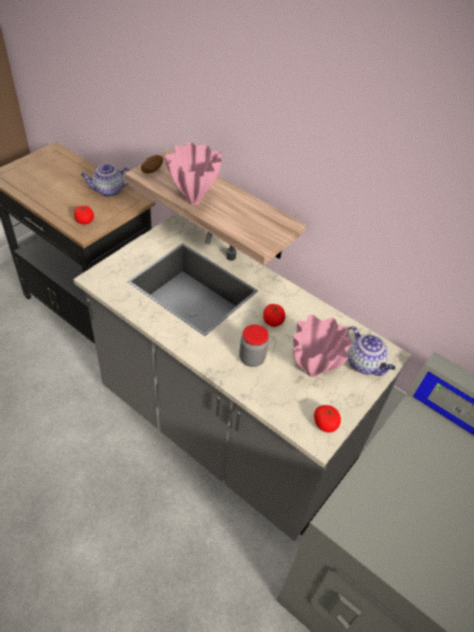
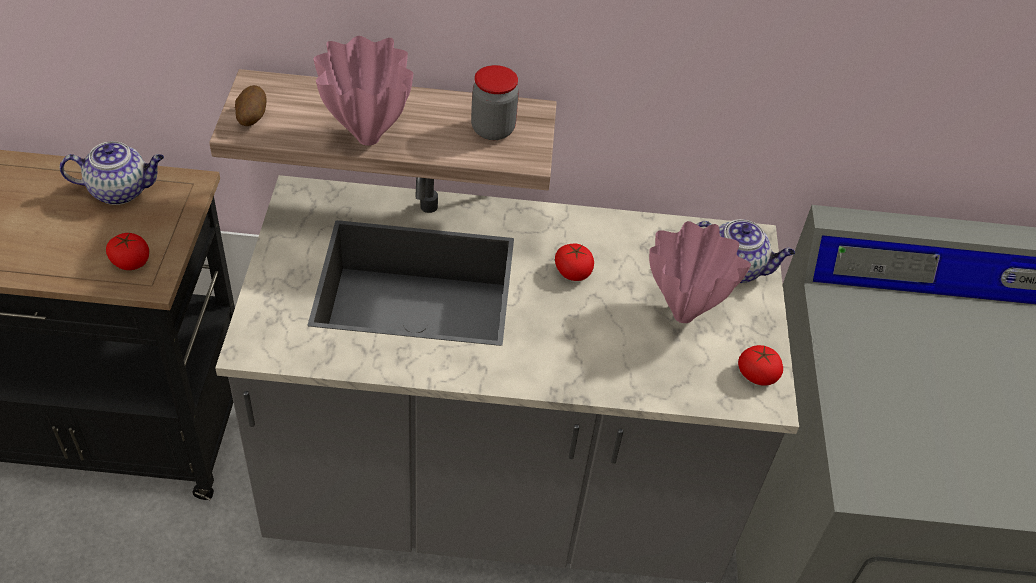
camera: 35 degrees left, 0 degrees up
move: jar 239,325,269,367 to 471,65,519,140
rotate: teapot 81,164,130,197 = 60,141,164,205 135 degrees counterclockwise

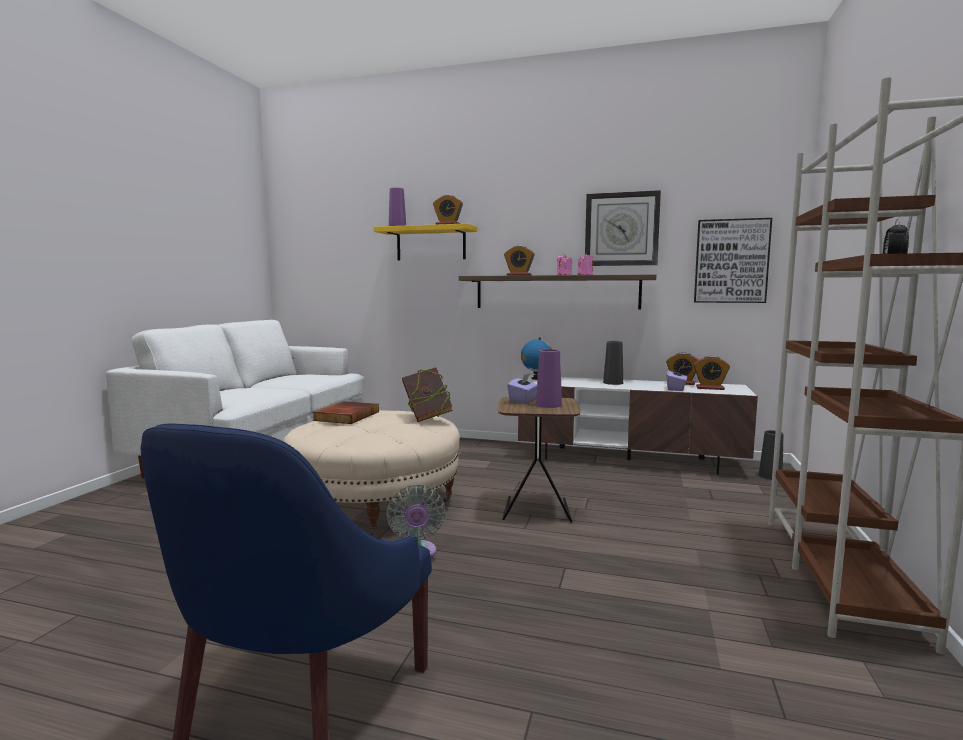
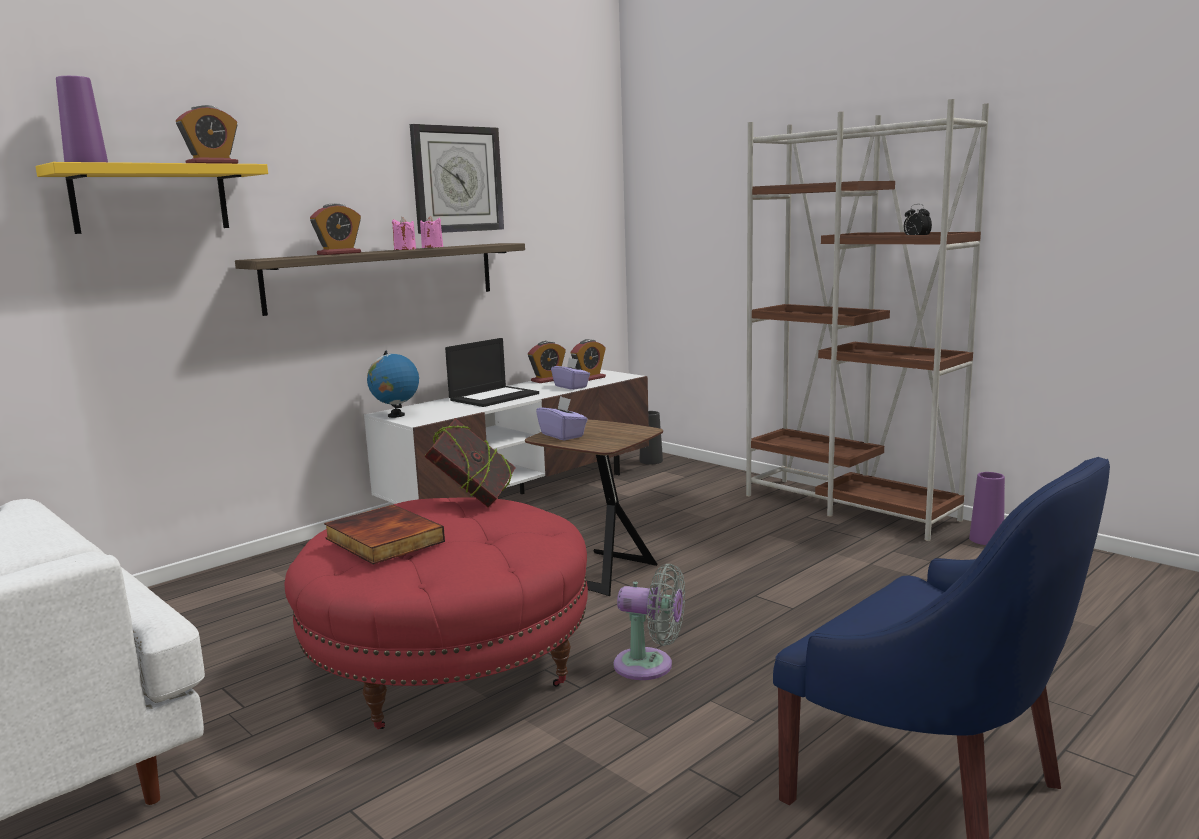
camera: 60 degrees left, 5 degrees up
delete: picture 694,218,772,303
move: vase (purple) 536,349,562,408 to 969,472,1005,545
replace: vase (black) 603,341,623,385 to laptop 445,338,539,407
recolor: ottoman (beige) 283,410,460,535 to ottoman (red) 284,497,588,729

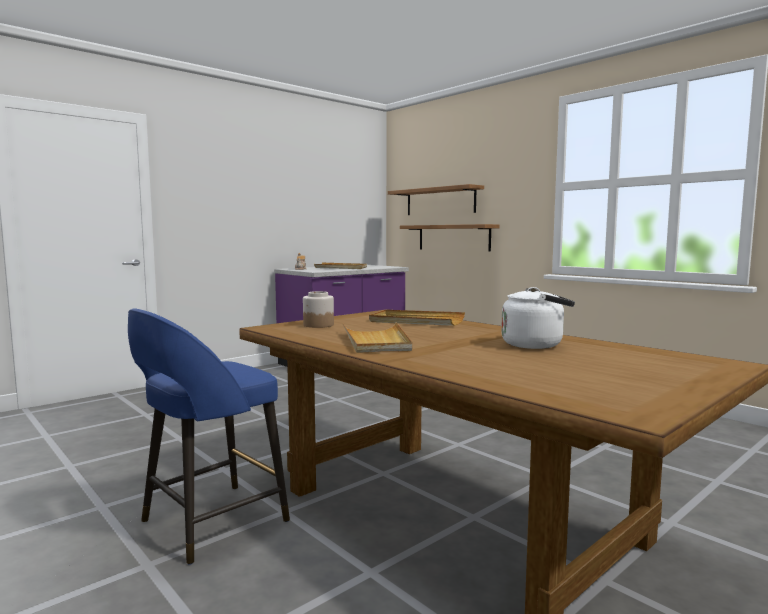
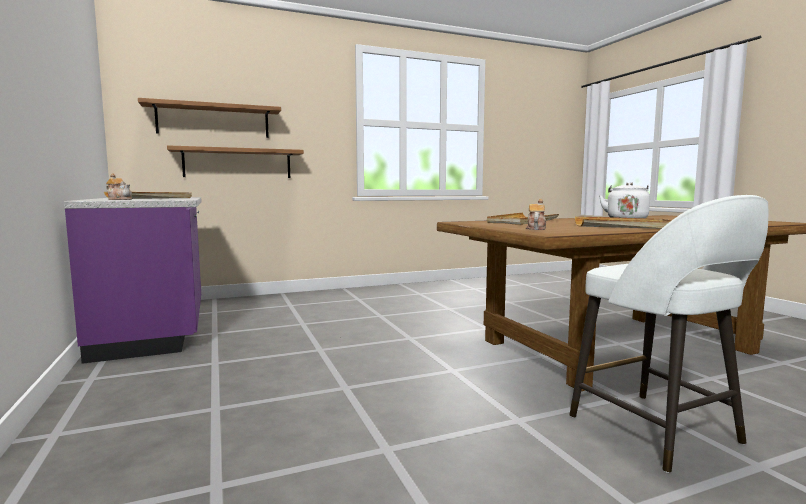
camera: 70 degrees left, 0 degrees up
replace: jar 303,291,334,328 to teapot 526,199,546,230
recolor: stool (blue) 128,309,290,565 to stool (white) 570,195,768,473

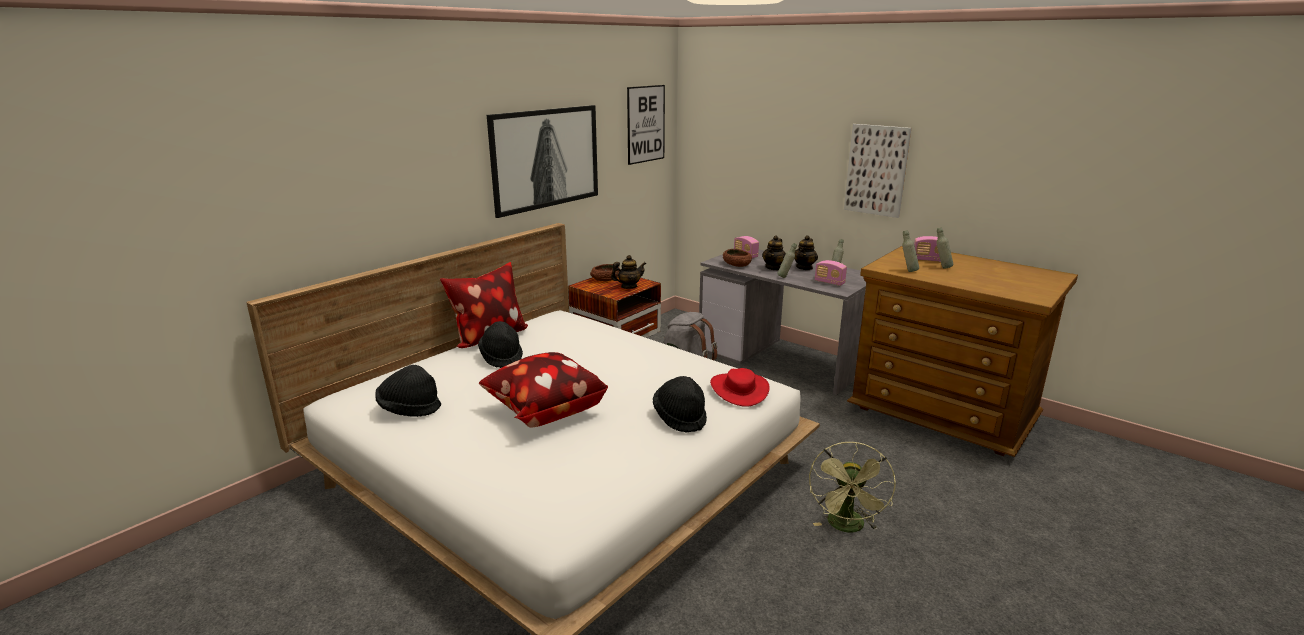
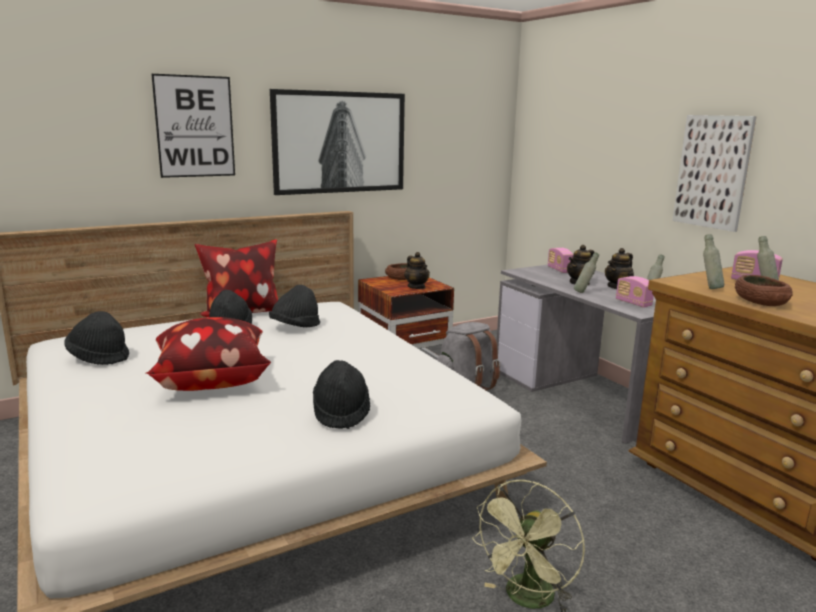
camera: 20 degrees right, 5 degrees down
delete: hat (red) 710,368,770,407
insert: hat (black) 269,285,320,327
move: picture 627,85,665,165 to 151,74,235,178; bowl (brown) 723,249,752,267 to 735,275,793,306
rotate: teapot 611,255,646,289 = 404,252,430,289 60 degrees clockwise

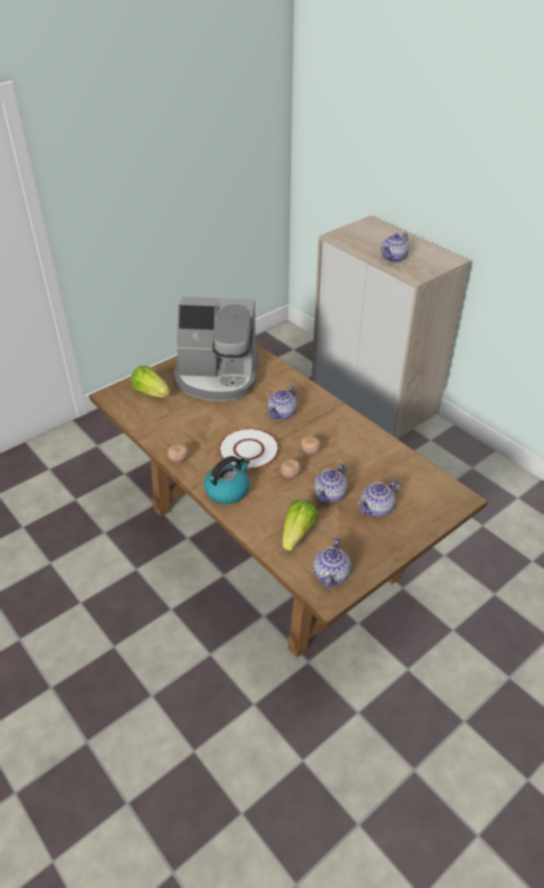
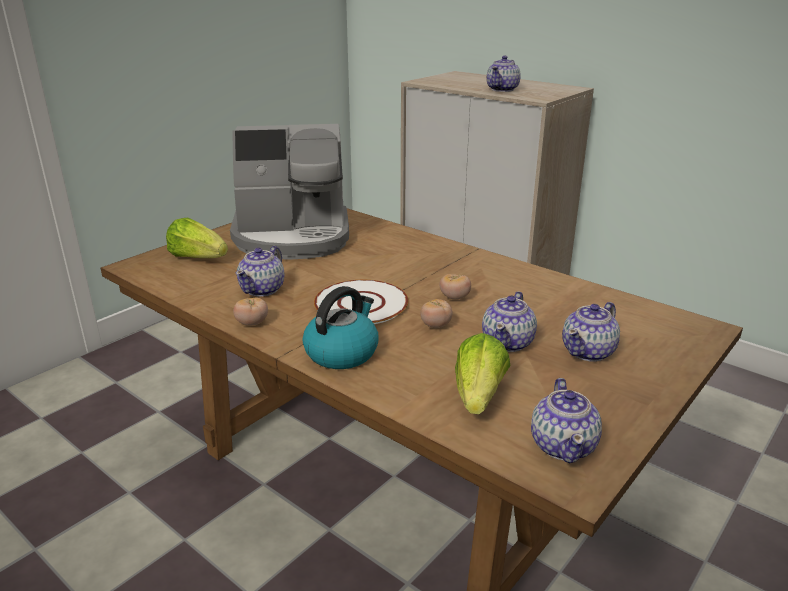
camera: 10 degrees left, 15 degrees down
move: teapot 267,386,297,420 to 236,246,284,297

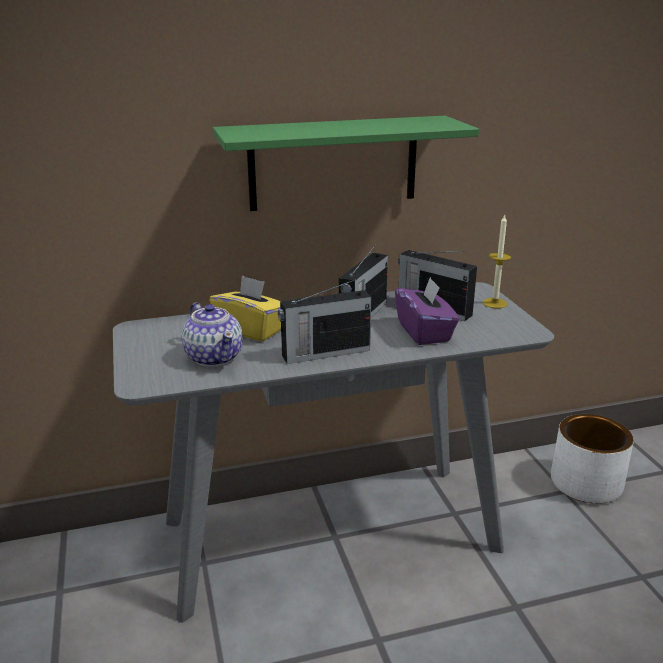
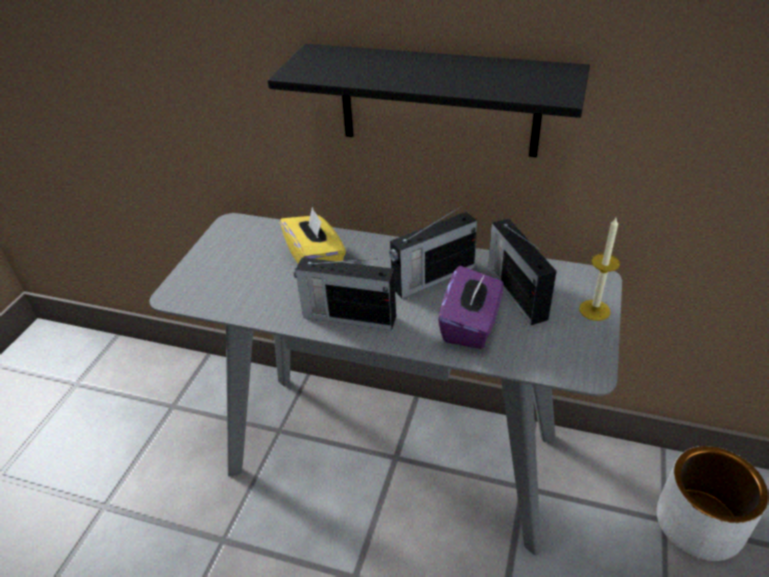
camera: 35 degrees right, 15 degrees up
delete: teapot 182,302,243,367
recolor: shelf (green) 213,116,479,211 to shelf (black) 268,44,590,157

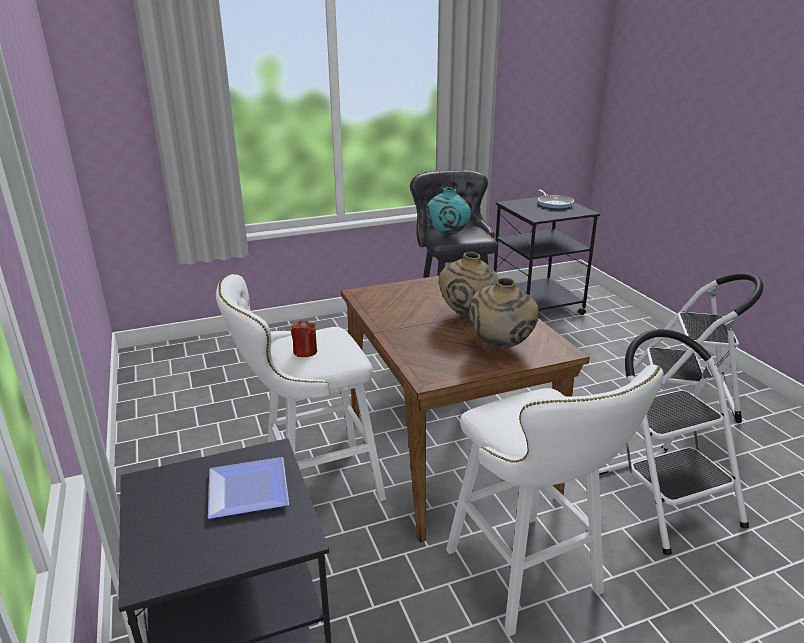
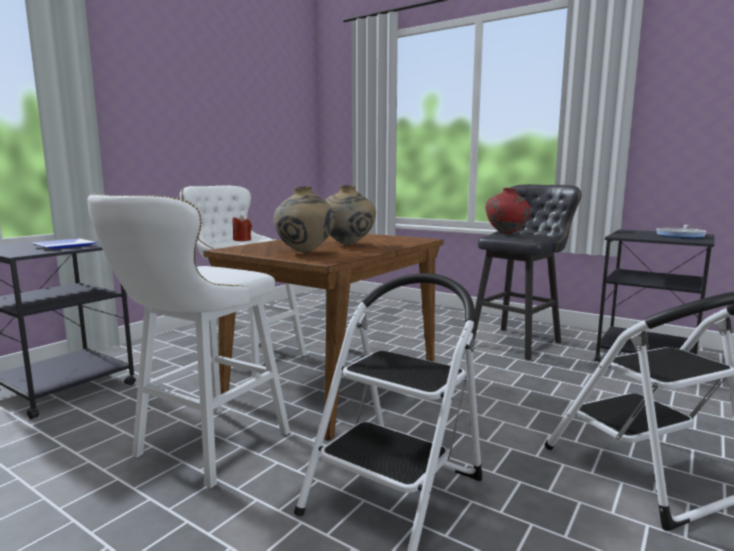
camera: 55 degrees right, 15 degrees down
recolor: vase (turquoise) 426,187,471,236 to vase (red) 485,188,531,235

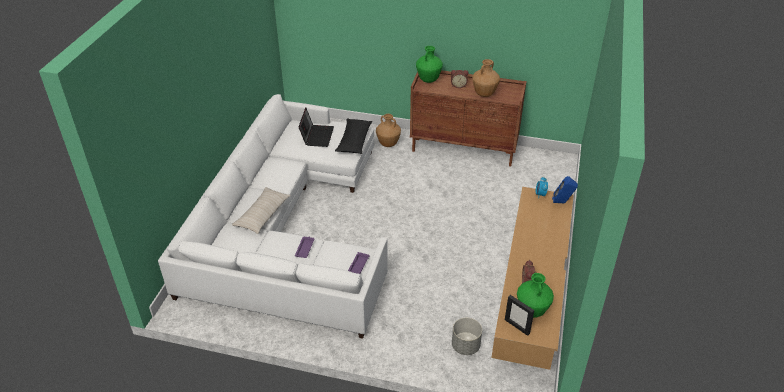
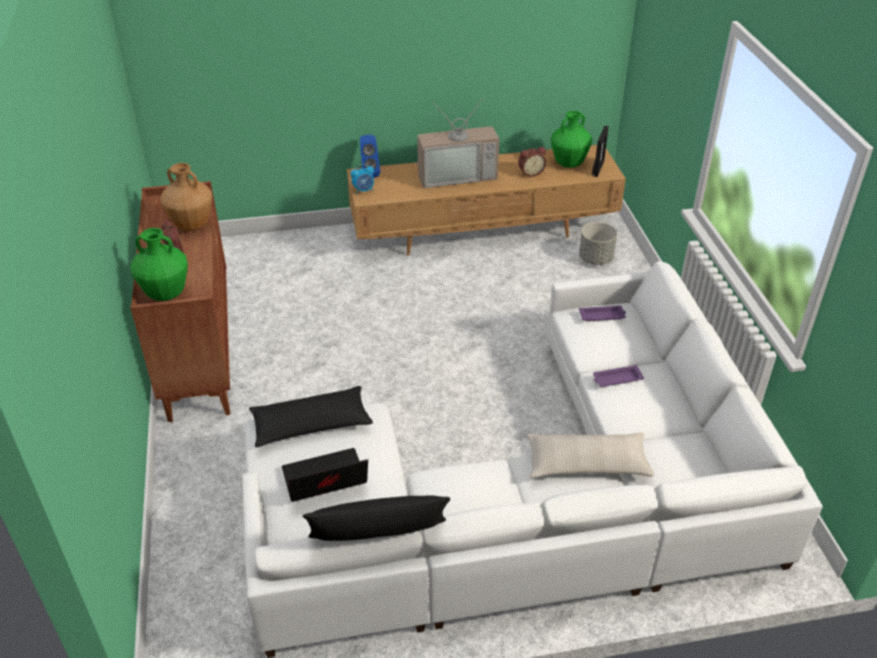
camera: 115 degrees left, 0 degrees up
delete: vase (brown) 376,114,401,147
insert: pillow (black) 303,495,450,541; television 417,97,500,188

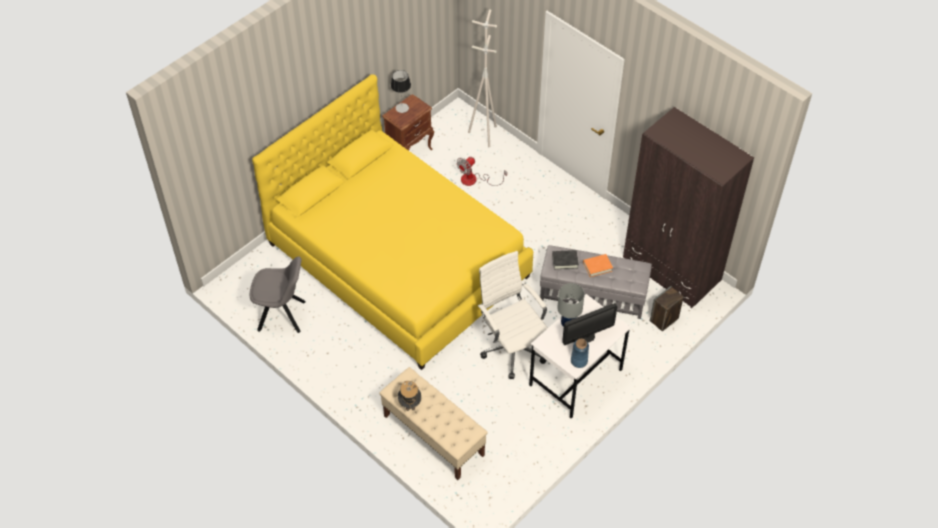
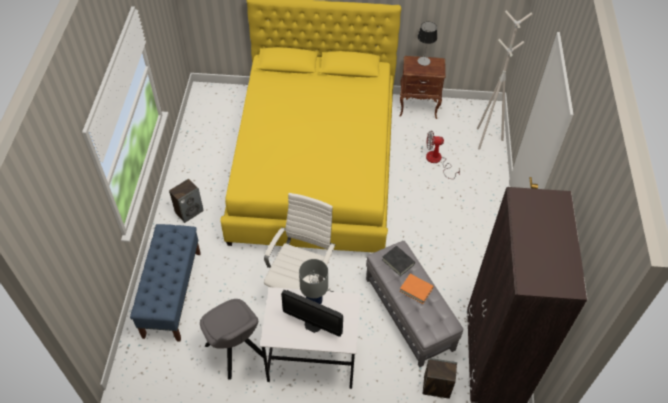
camera: 50 degrees right, 0 degrees up
delete: hat 398,381,421,411; vase (blue) 571,339,589,368
insert: speaker 169,179,204,223
move: chair (grey) 250,256,306,333 to 200,299,263,380
recolor: bench (beige) 379,367,488,480 to bench (blue) 130,224,201,342

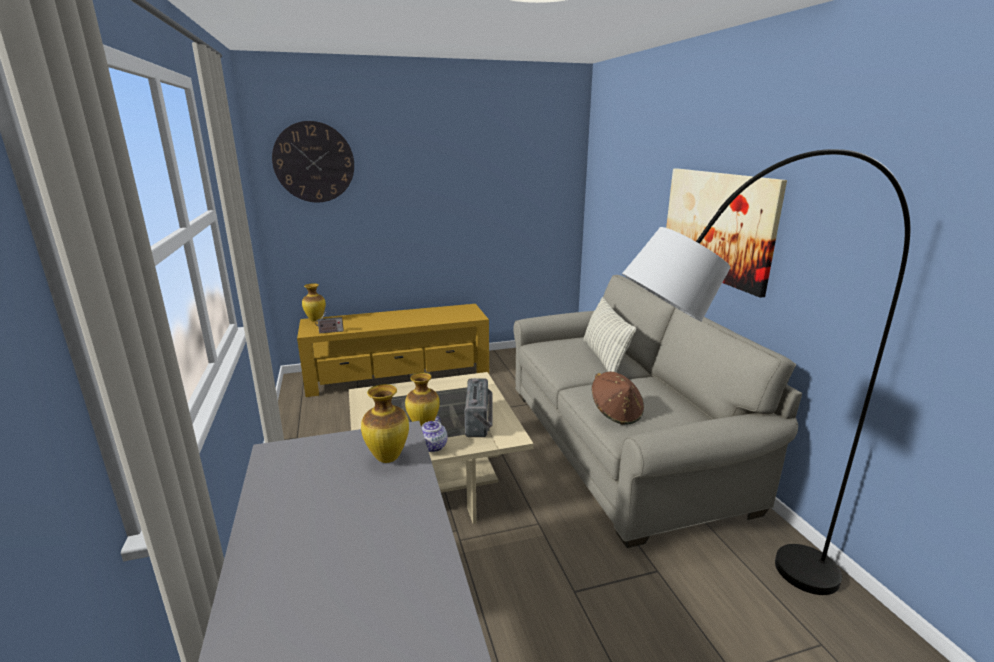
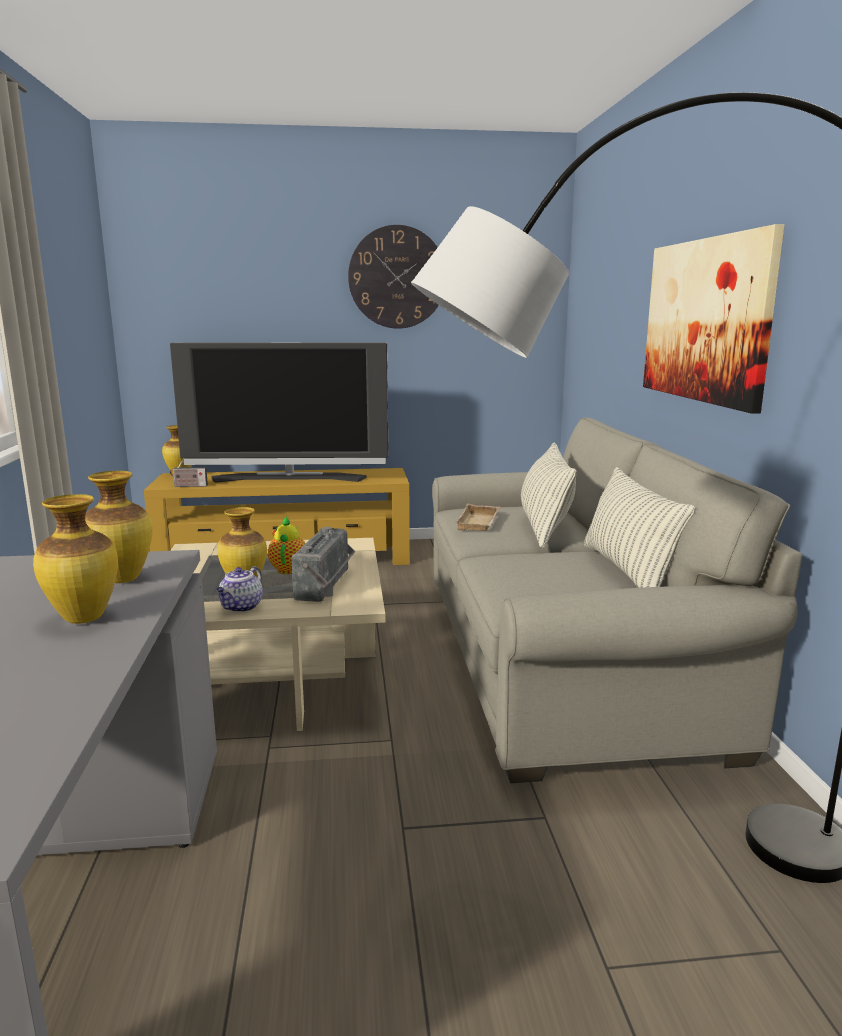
camera: 10 degrees right, 5 degrees down
delete: hat (brown) 592,372,644,425
insert: vase 33,494,118,624; television 170,342,388,482; teapot 268,516,306,574; tray (beige) 456,504,500,531; pillow 584,467,696,588
move: wall clock 272,121,354,202 to 348,225,439,329

